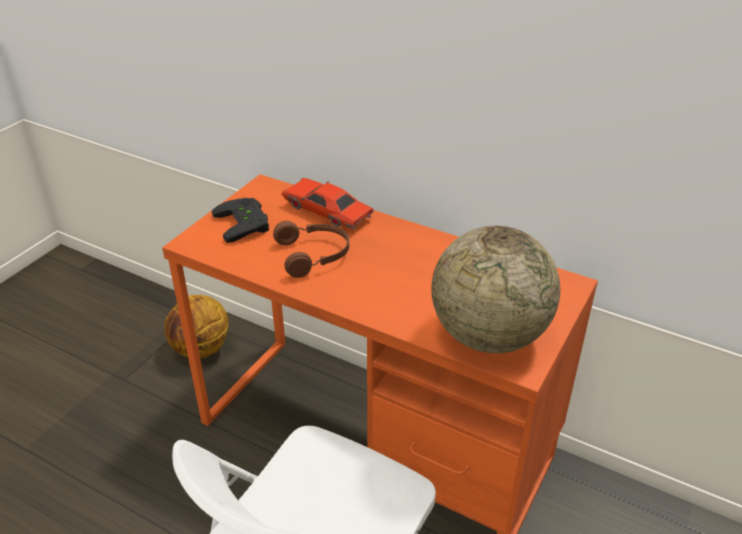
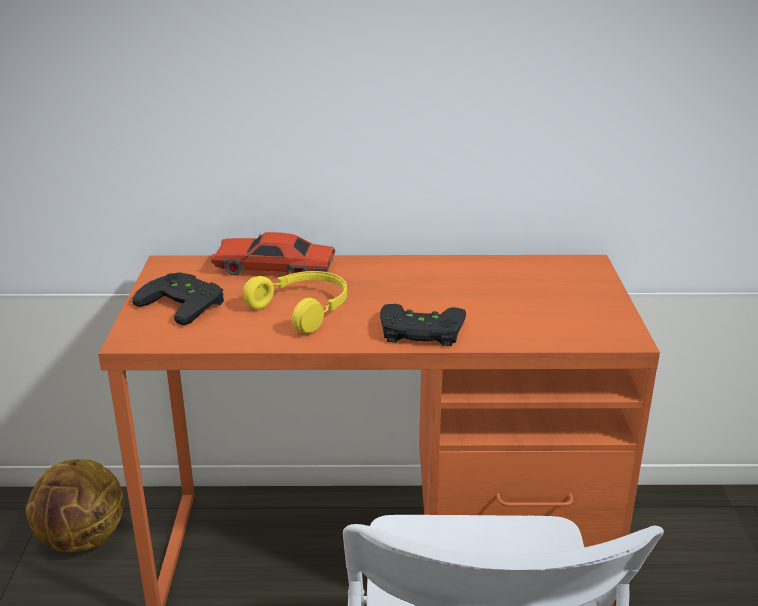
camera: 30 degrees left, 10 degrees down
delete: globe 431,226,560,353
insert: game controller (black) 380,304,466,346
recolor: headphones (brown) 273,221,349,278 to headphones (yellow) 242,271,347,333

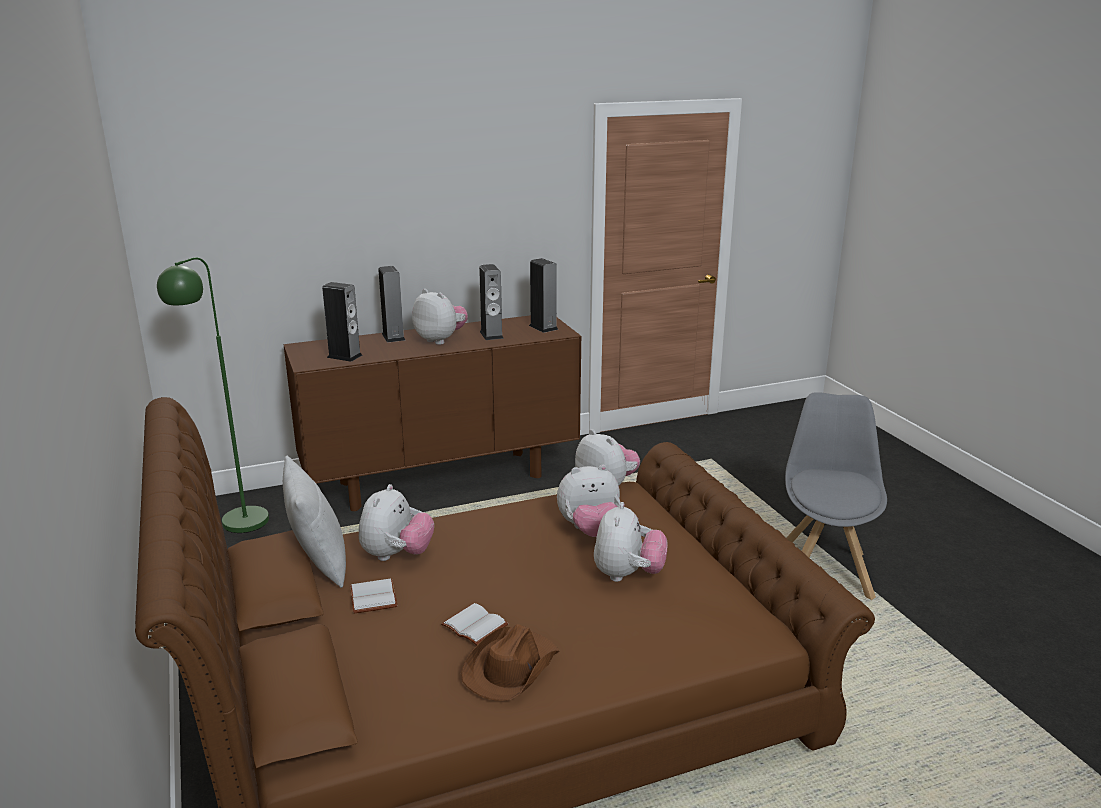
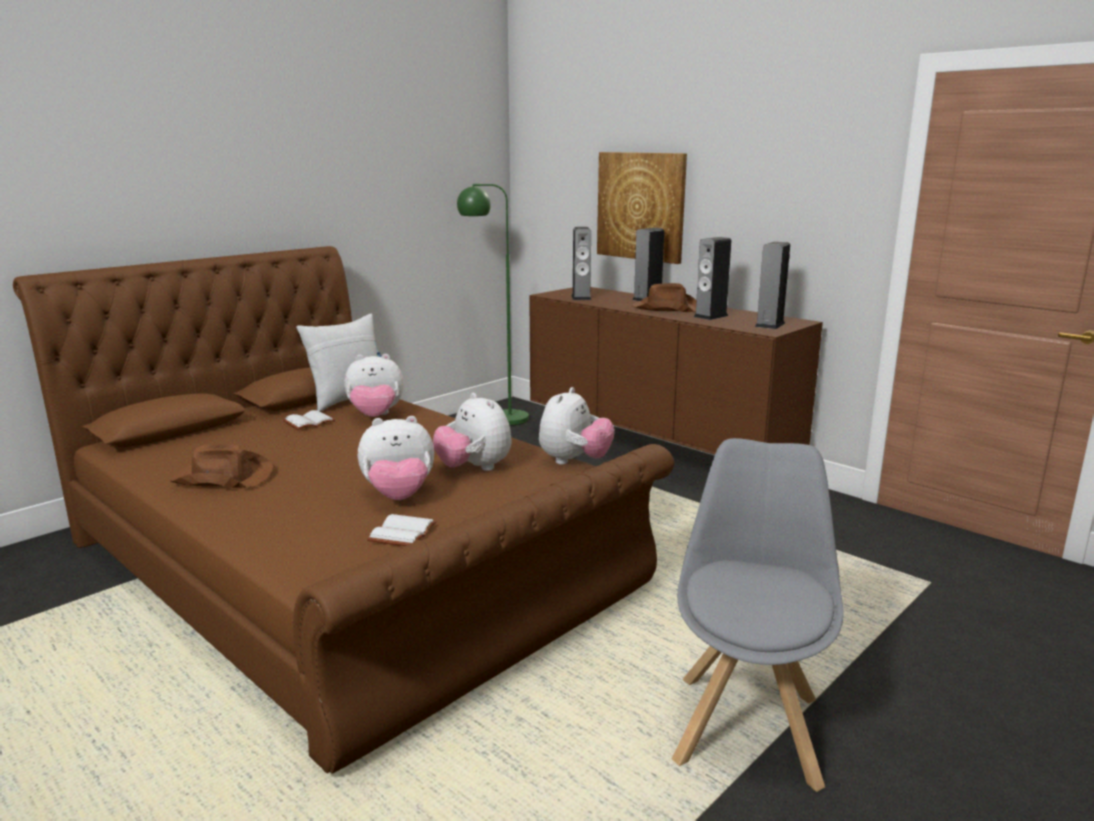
camera: 65 degrees right, 5 degrees down
insert: picture 597,152,687,264
move: book (white) 441,603,509,645 to 367,514,437,546
replace: plush toy 412,289,468,345 to hat (brown) 632,283,697,312
rotate: chair (grey) 785,392,887,600 = 672,438,844,792 60 degrees counterclockwise

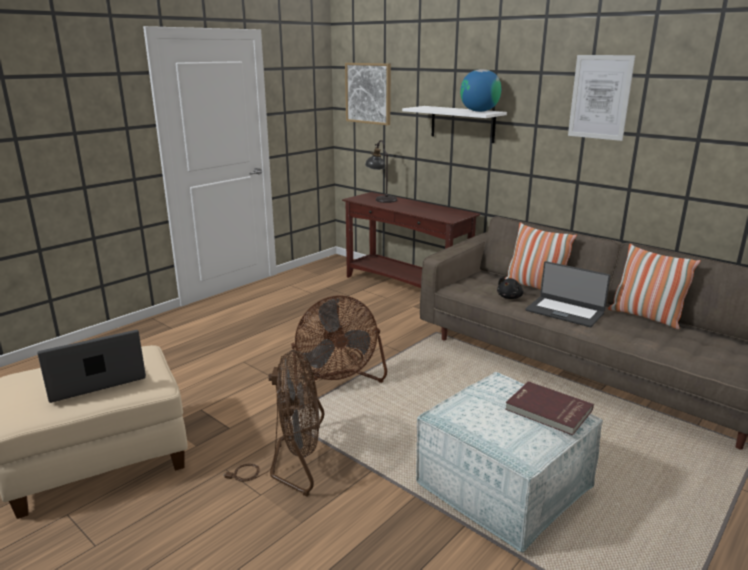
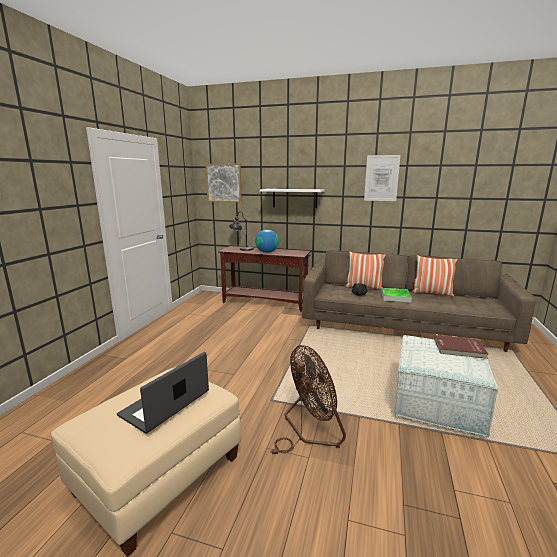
camera: 25 degrees left, 5 degrees down
delete: fan (brown) 291,296,387,392
move: globe 460,69,501,112 to 255,230,279,253
replace: laptop 525,261,610,327 to tray 382,288,412,303

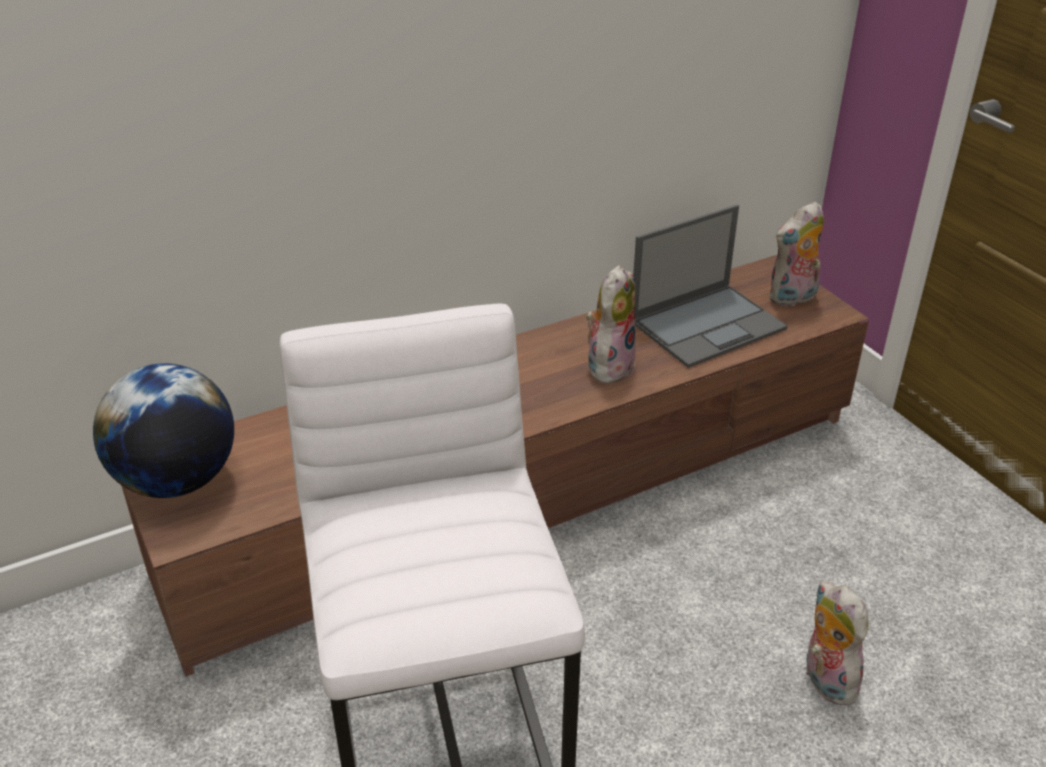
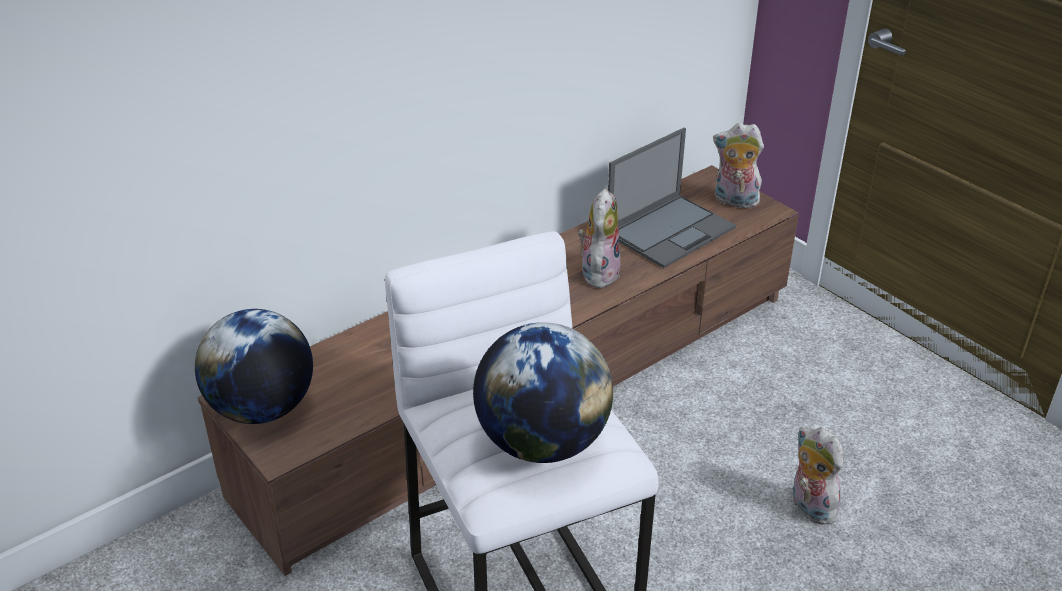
camera: 10 degrees left, 0 degrees up
insert: globe 473,322,613,463
rotate: plush toy 769,201,824,307 = 713,123,764,208 60 degrees clockwise

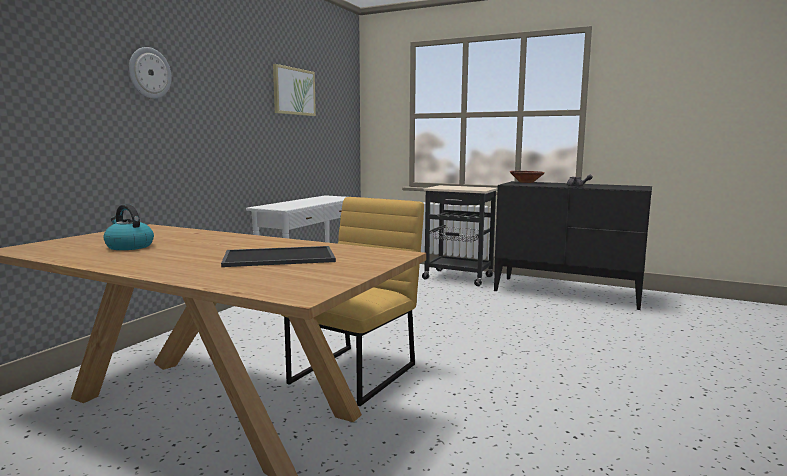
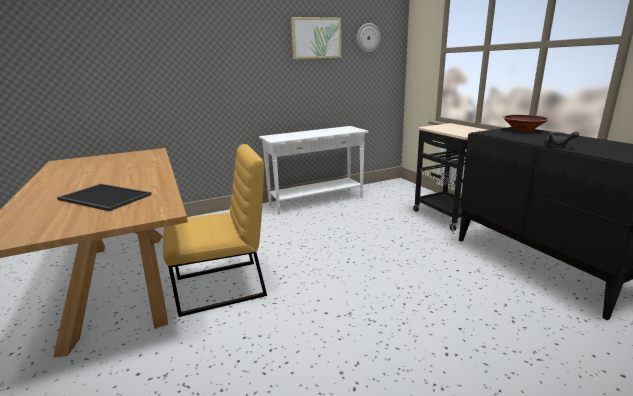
camera: 40 degrees right, 10 degrees up
delete: kettle 104,204,154,250
move: wall clock 129,47,172,99 to 357,23,381,53

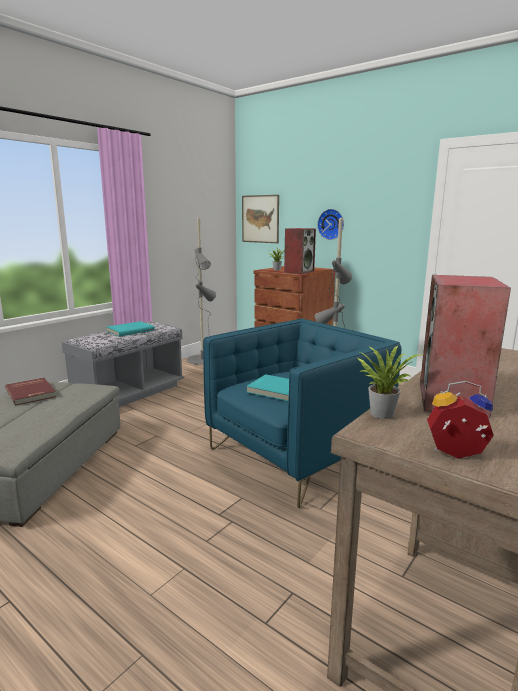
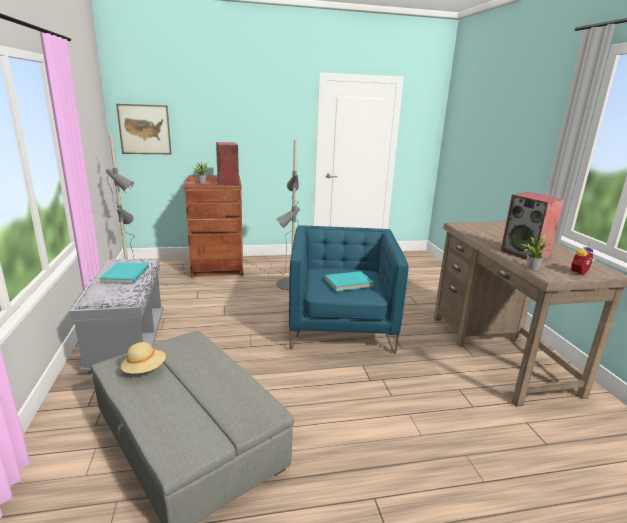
camera: 50 degrees left, 5 degrees up
delete: wall clock 317,209,344,240
replace: book (red) 5,378,56,405 to hat (beige) 121,342,166,374

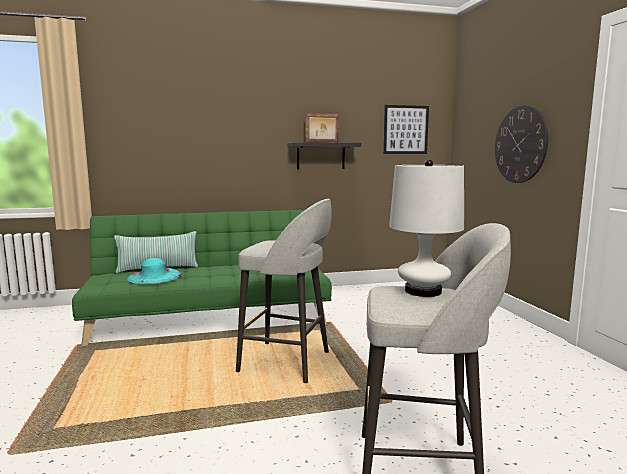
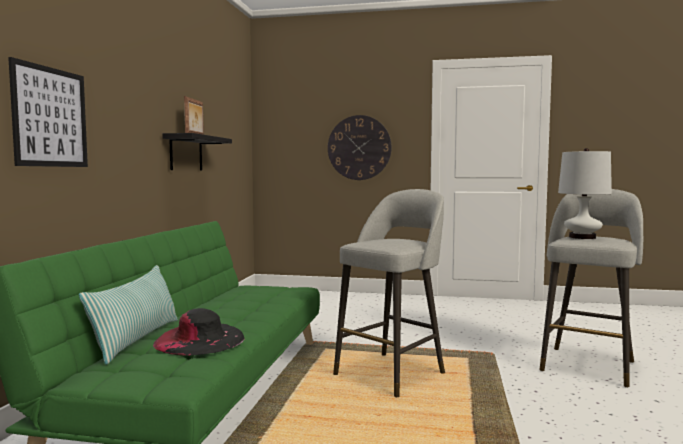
camera: 65 degrees left, 5 degrees down
move: picture 383,105,429,154 to 8,57,88,167
recolor: hat (turquoise) 127,258,182,284 to hat (black) 153,308,244,356

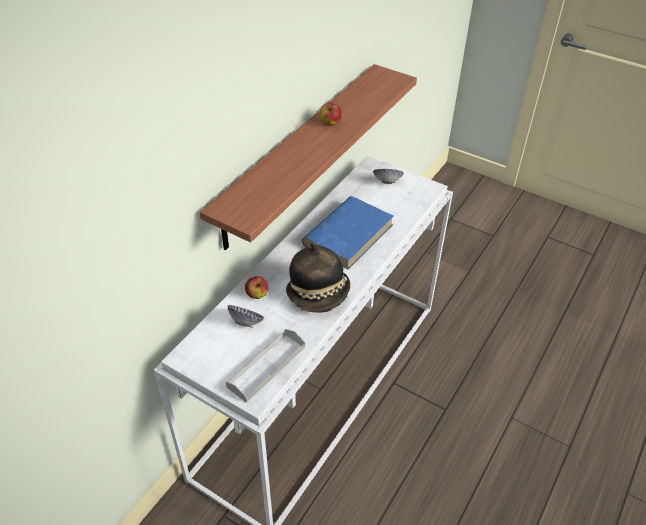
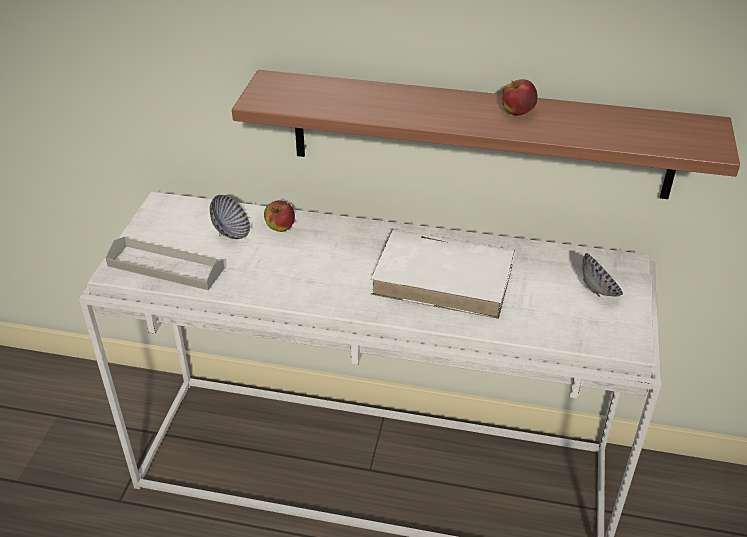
camera: 70 degrees right, 5 degrees down
delete: hat 286,243,350,313
recolor: book (blue) 302,196,394,270 to book (white) 371,229,515,319

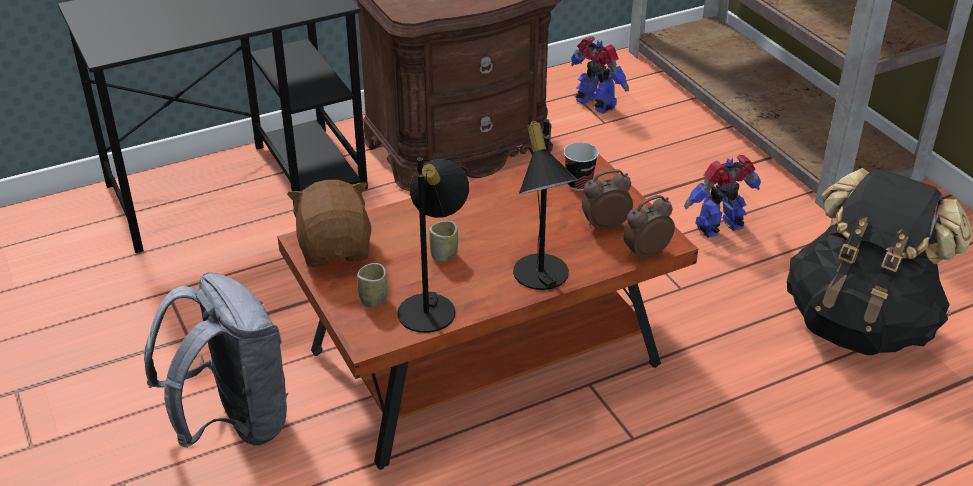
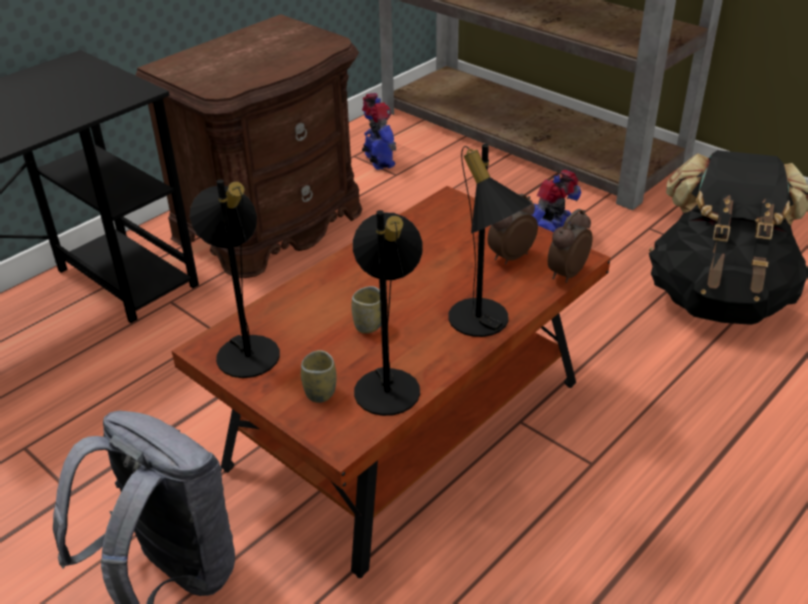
camera: 20 degrees left, 0 degrees up
delete: cup 564,142,599,191
replace: plush toy (brown) 287,180,371,267 to table lamp (black) 190,179,280,378
rotate: toy robot 571,36,629,114 = 362,93,396,170 45 degrees clockwise

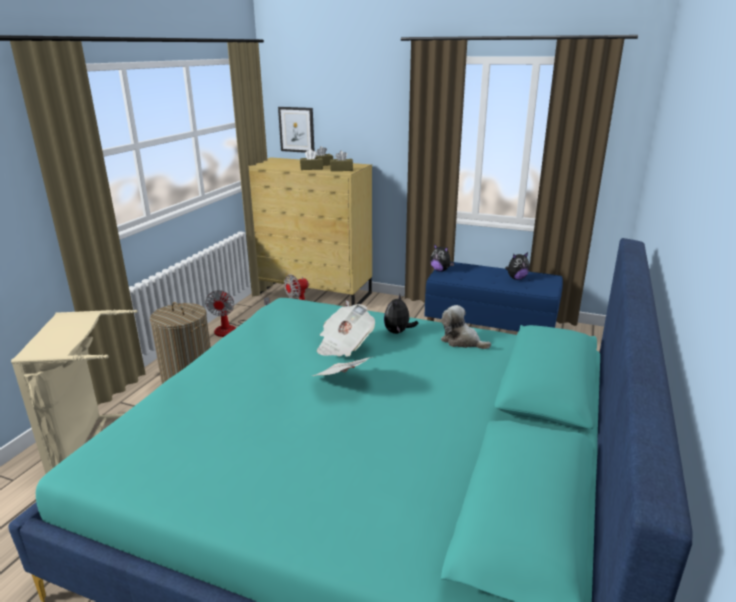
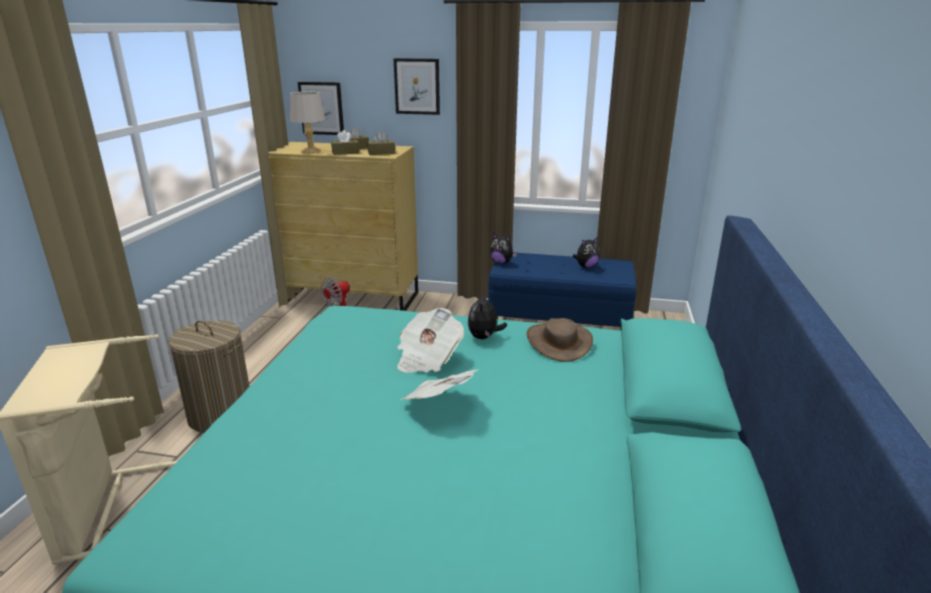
camera: 10 degrees left, 0 degrees up
delete: fan 205,290,270,337
insert: table lamp (grey) 290,92,326,153; picture 393,58,440,115
replace: plush toy 441,305,491,349 to hat (brown) 527,318,593,362

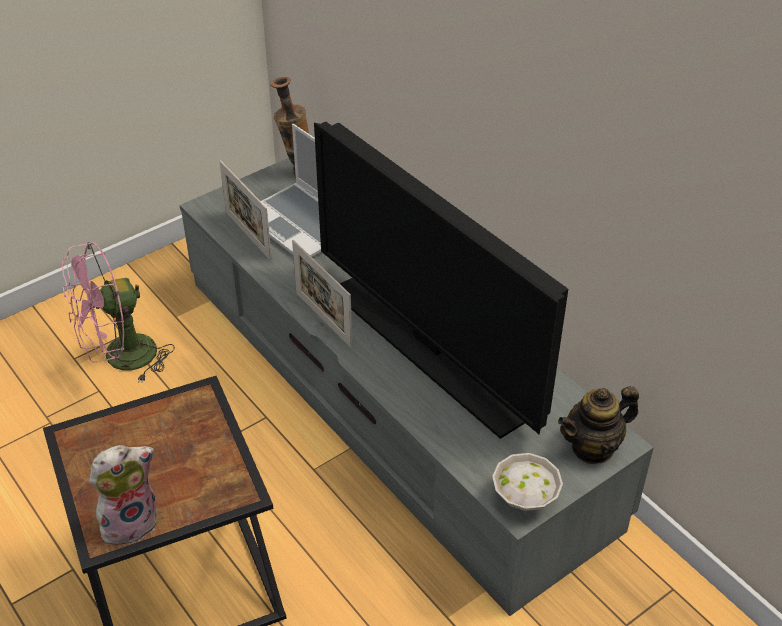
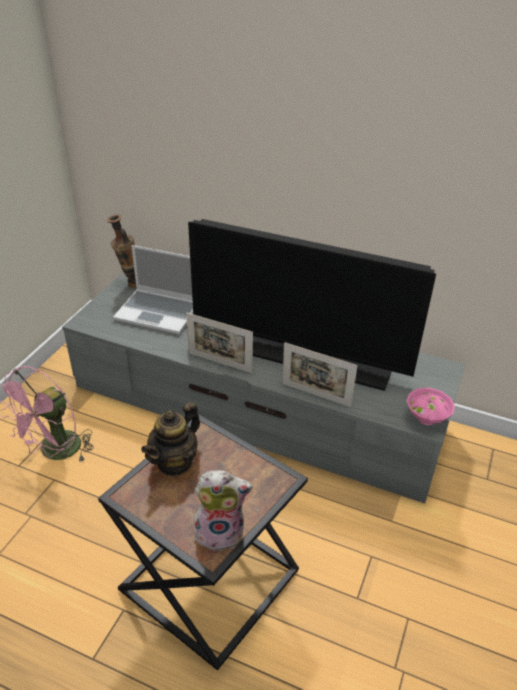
camera: 30 degrees left, 5 degrees down
move: picture frame 219,160,272,261 to 282,342,358,407; teapot 558,386,639,464 to 141,402,200,476
recolor: bowl (white) 492,453,563,511 to bowl (pink) 407,388,455,425
rotate: plush toy 89,445,158,545 = 194,470,253,551 60 degrees clockwise

